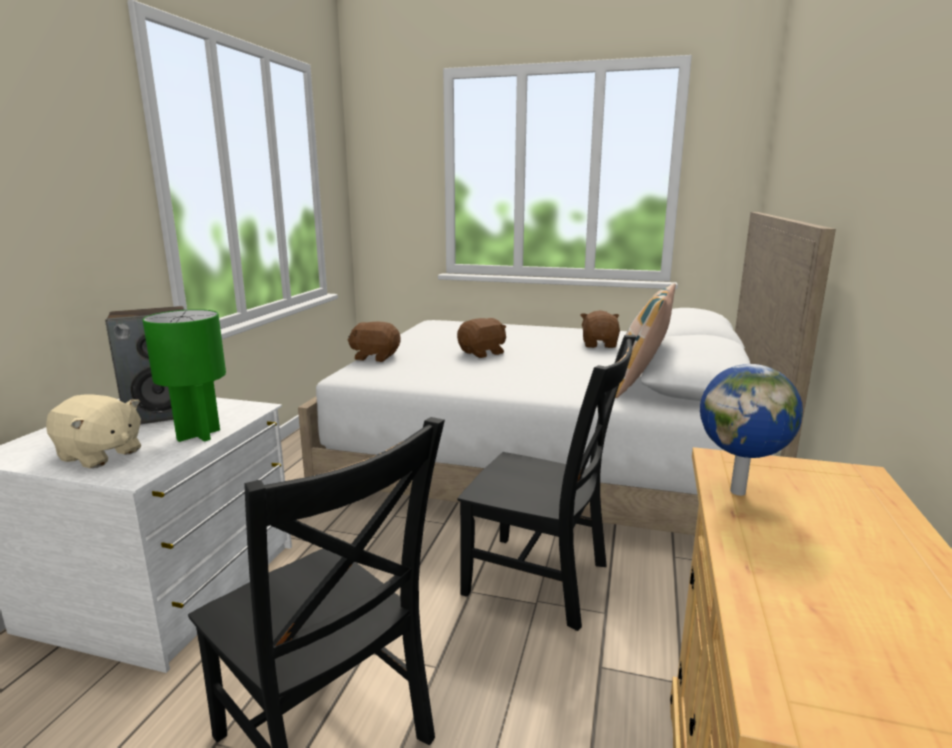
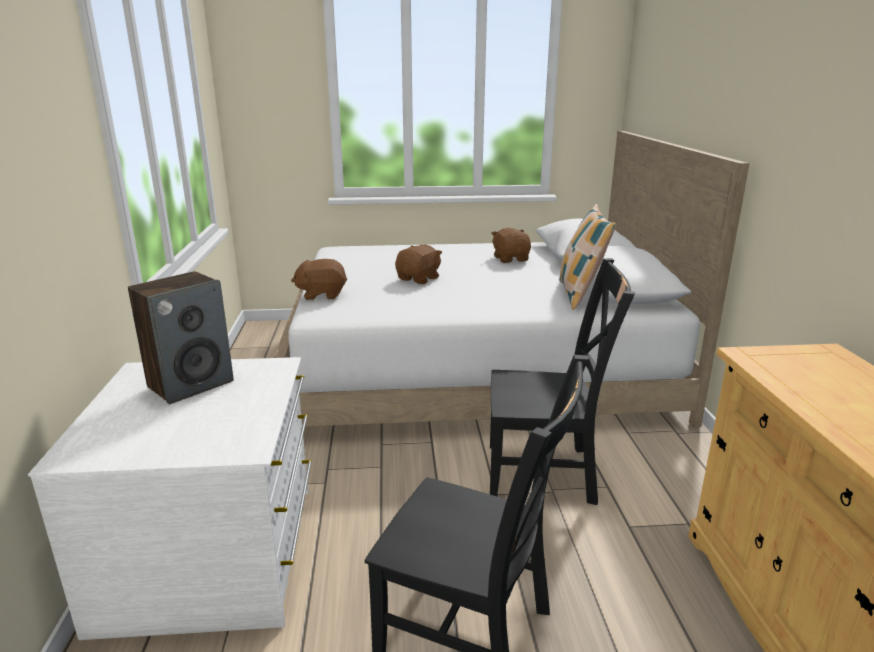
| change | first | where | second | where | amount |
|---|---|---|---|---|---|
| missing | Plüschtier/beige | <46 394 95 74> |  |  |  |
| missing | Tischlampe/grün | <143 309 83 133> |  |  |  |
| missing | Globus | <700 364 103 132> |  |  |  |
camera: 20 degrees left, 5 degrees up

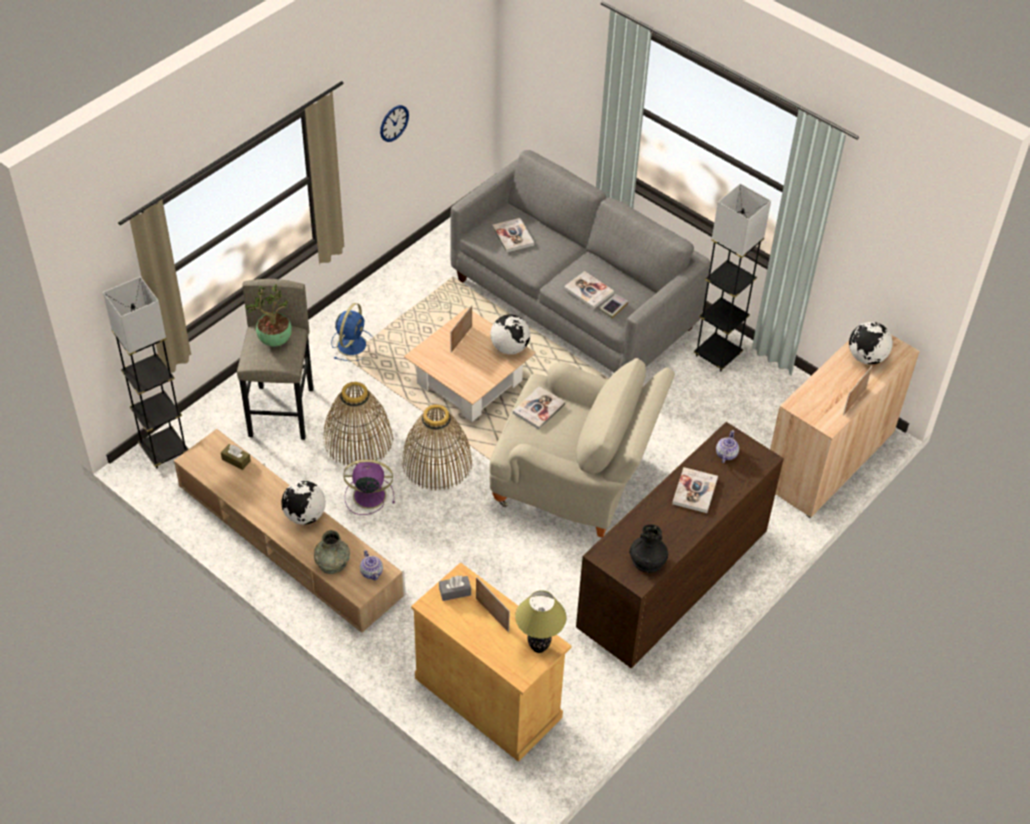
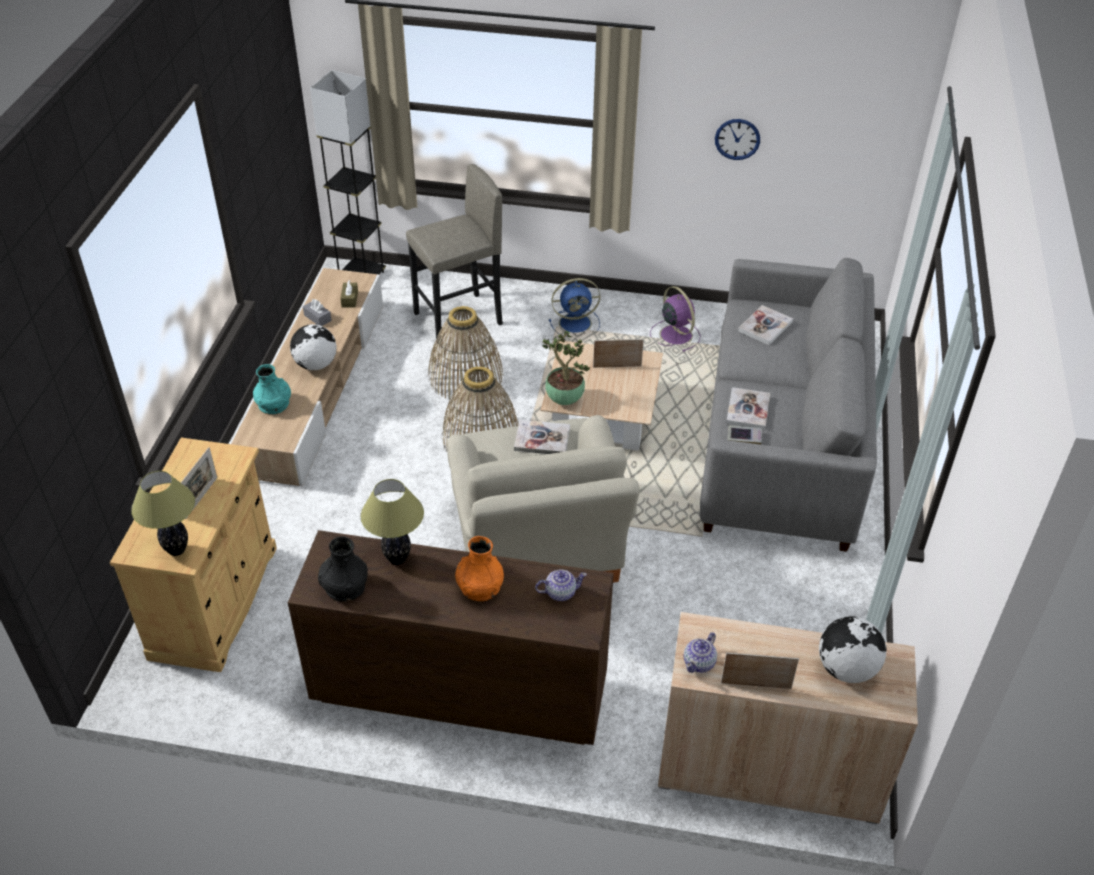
| change | first | where | second | where | amount |
|---|---|---|---|---|---|
| missing | Globus | <490 314 40 41> |  |  |  |
| missing | Stehlampe/schwarz | <694 183 77 189> |  |  |  |
| appeared |  |  | Tischlampe | <361 479 63 86> |  |
| relocated | Topfpflanze | <245 284 47 63> |  | <543 331 48 74> |  |
| relocated | Ventilator/lila | <343 459 52 56> |  | <650 286 51 66> |  |
| relocated | Teekanne | <360 550 23 31> |  | <684 632 33 41> |  |
| relocated | Taschentuchbox/grau | <439 576 32 25> |  | <303 299 29 27> |  |
| exchanged | Buch | <672 467 46 46> | Vase/orange | <455 536 49 65> |  |
| colour | Vase/grau | <314 530 36 44> | Vase/türkis | <253 364 38 50> |  |
camera: 60 degrees right, 5 degrees down

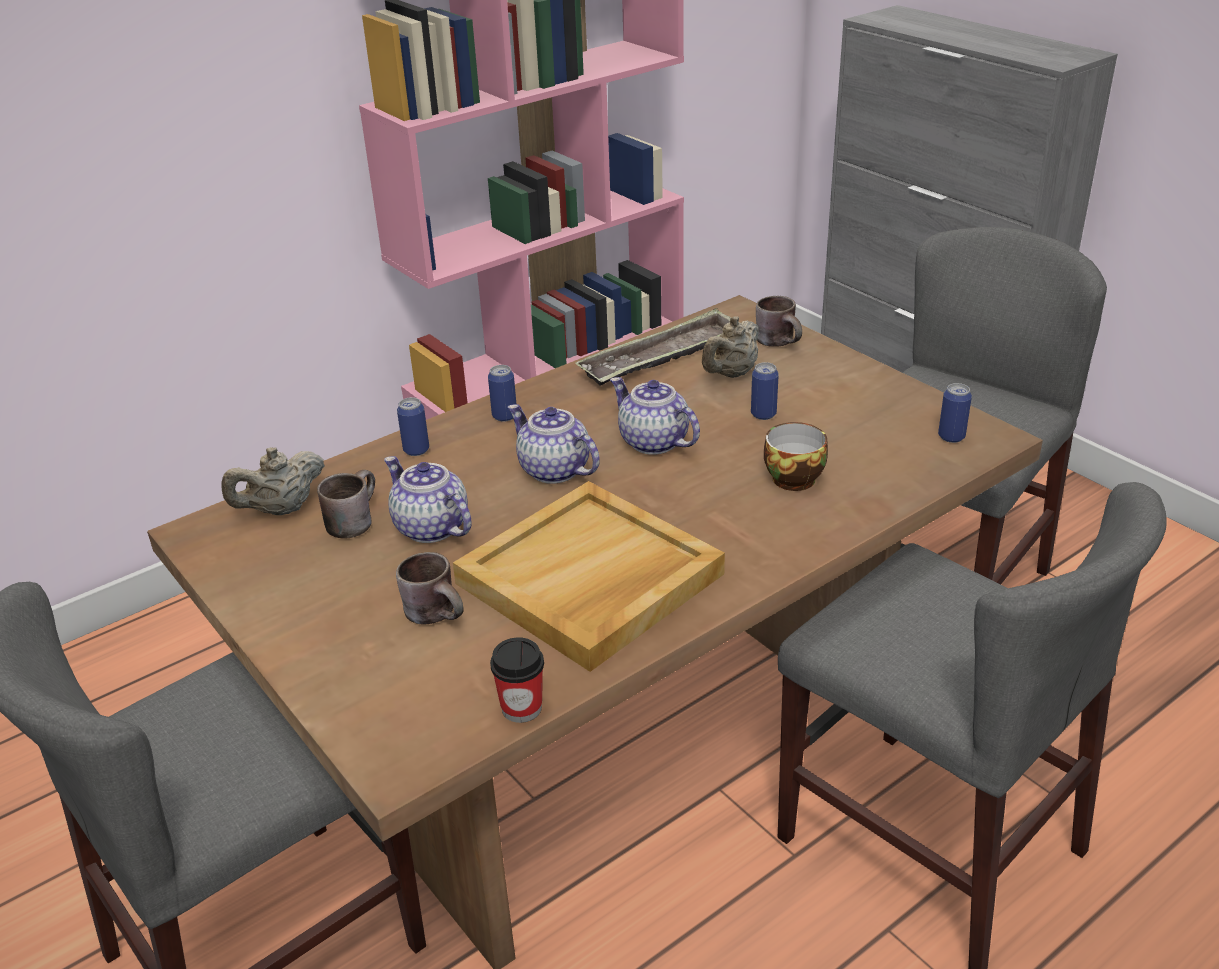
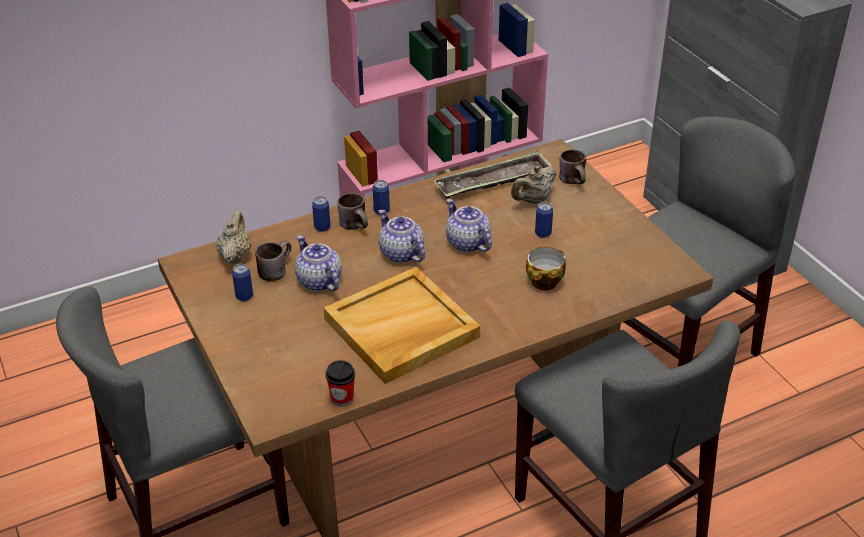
| change | first | where | second | where | amount |
|---|---|---|---|---|---|
| relocated | Henkelbecher/braun | <396 552 68 72> |  | <337 193 31 37> |  |
| relocated | Dose | <938 383 34 60> |  | <232 264 21 37> |  |
| spun | Teekanne/beige | <222 447 103 68> |  | <216 211 35 53> | 120 degrees clockwise |
camera: 10 degrees right, 5 degrees up

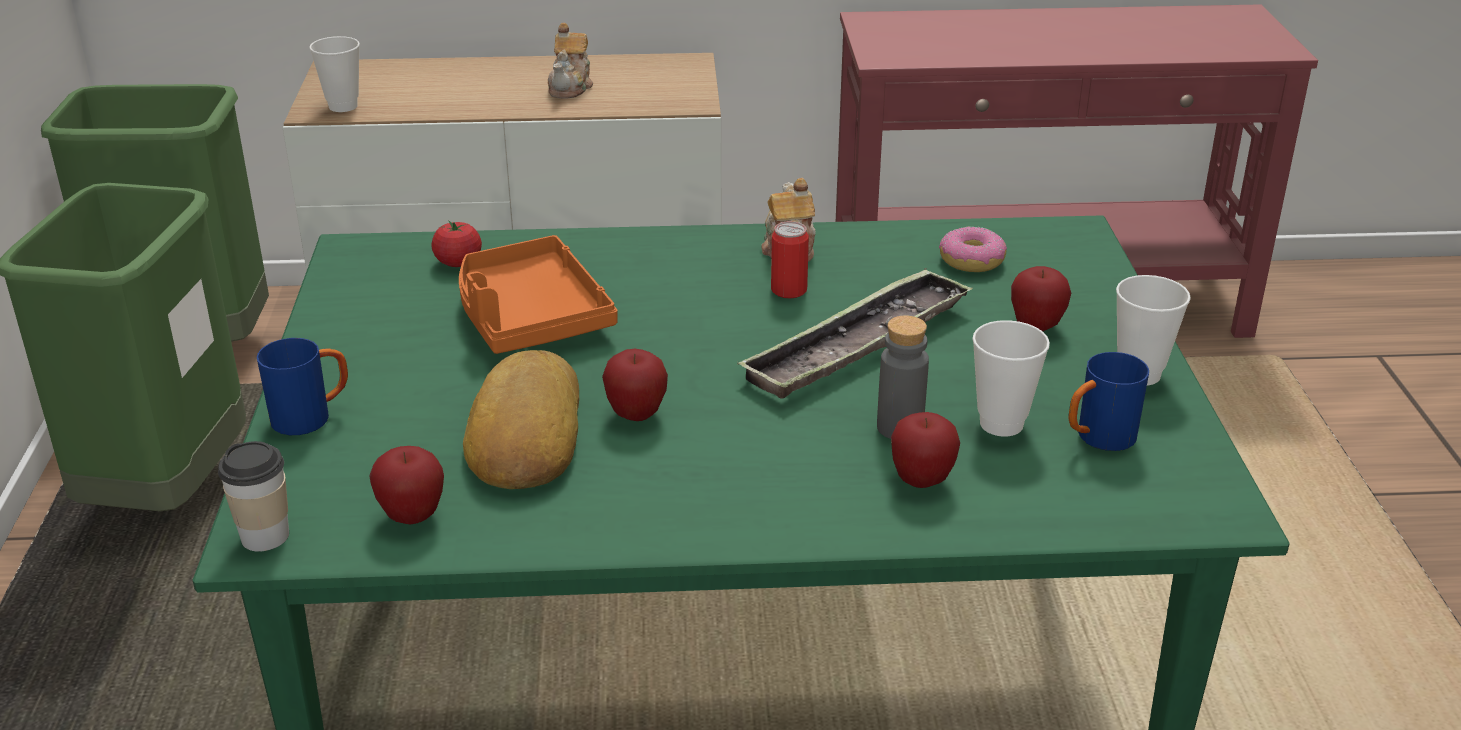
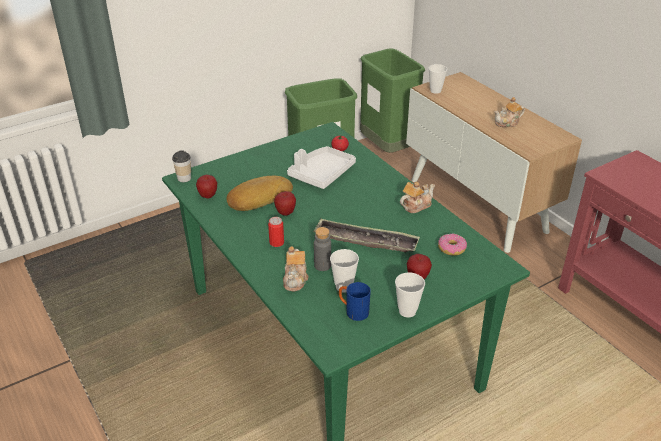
| change | first | where | second | where | amount |
|---|---|---|---|---|---|
| missing | Henkelbecher/blau | <257 338 91 97> |  |  |  |
| relocated | Dose | <771 221 38 78> |  | <268 217 16 30> |  |
| exchanged | Apfel | <891 412 69 76> | Teekanne | <283 246 26 45> |  |
| colour | Tablett/orange | <459 235 159 119> | Tablett/weiß | <287 146 69 43> |  |
camera: 60 degrees right, 5 degrees up

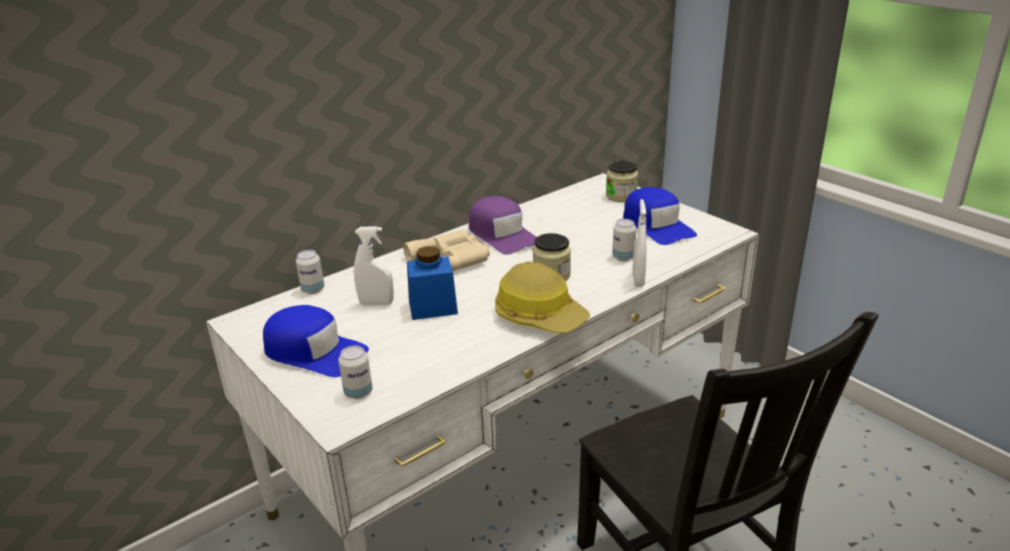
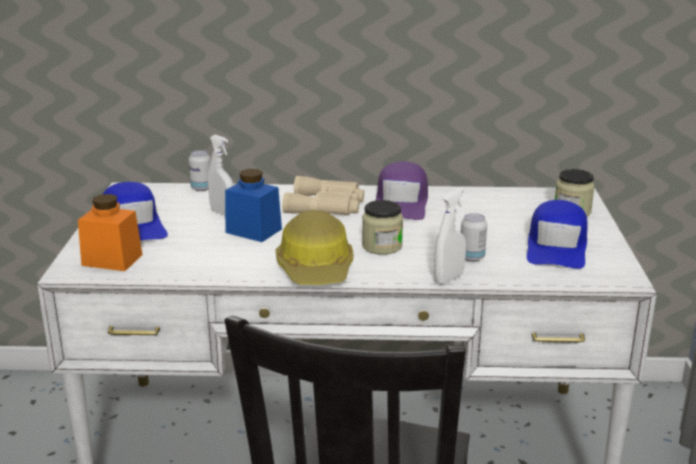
| change | first | where | second | where | amount |
|---|---|---|---|---|---|
| exchanged | Dose | <338 345 35 54> | Vorratsglas/orange | <78 194 65 77> |  |
camera: 40 degrees right, 5 degrees down

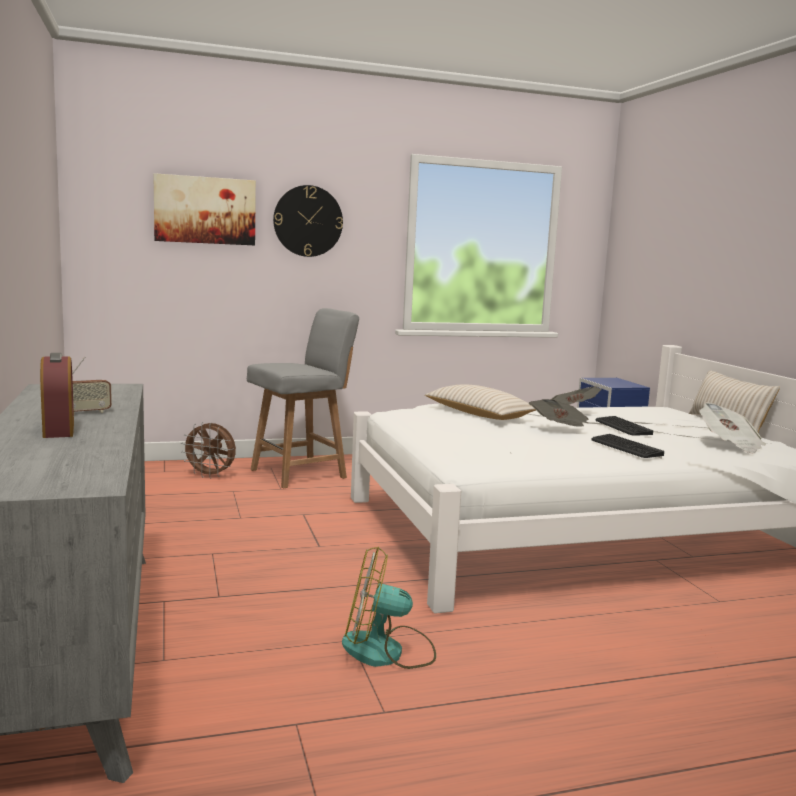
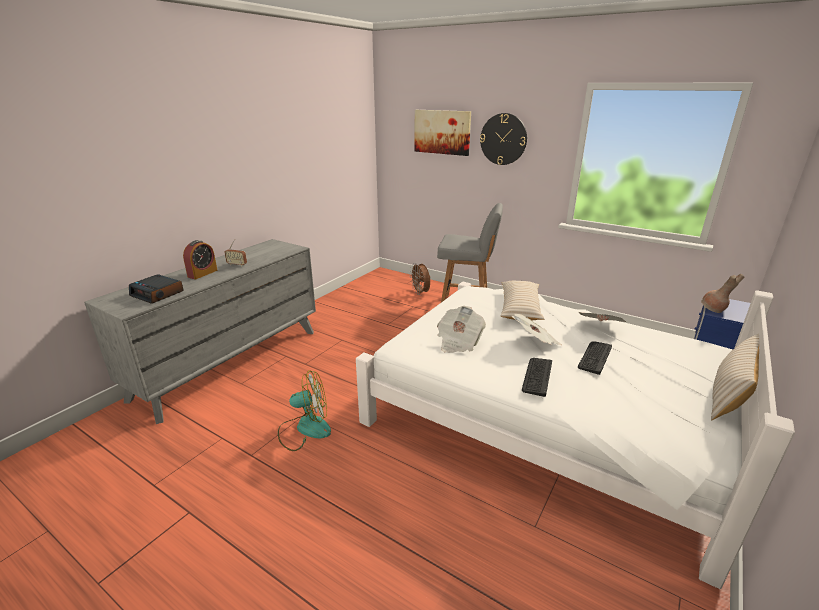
| change | first | where | second | where | amount |
|---|---|---|---|---|---|
| appeared |  |  | Wecker | <129 274 55 30> |  |
| appeared |  |  | Vase/braun | <701 274 43 39> |  |
| relocated | Zeitung | <699 402 67 52> |  | <437 306 49 47> |  |
| spun | Ventilator | <342 547 94 122> |  | <278 370 53 81> | 120 degrees clockwise |
camera: 50 degrees right, 15 degrees up

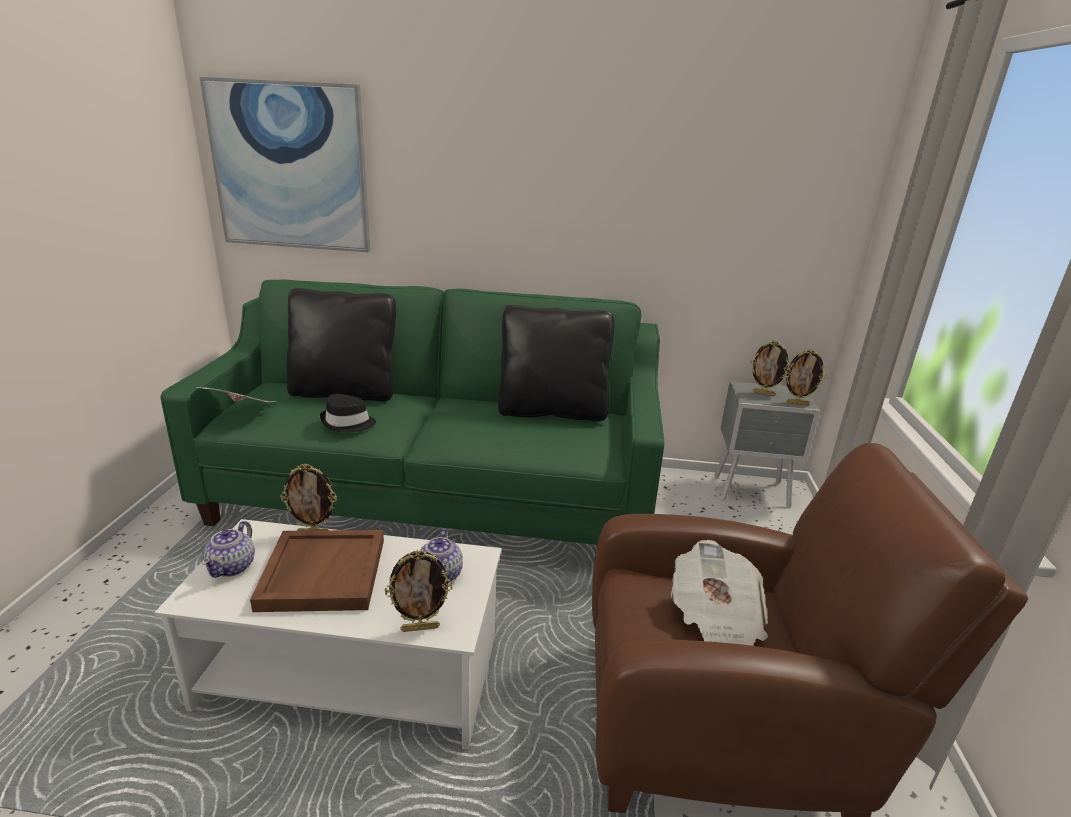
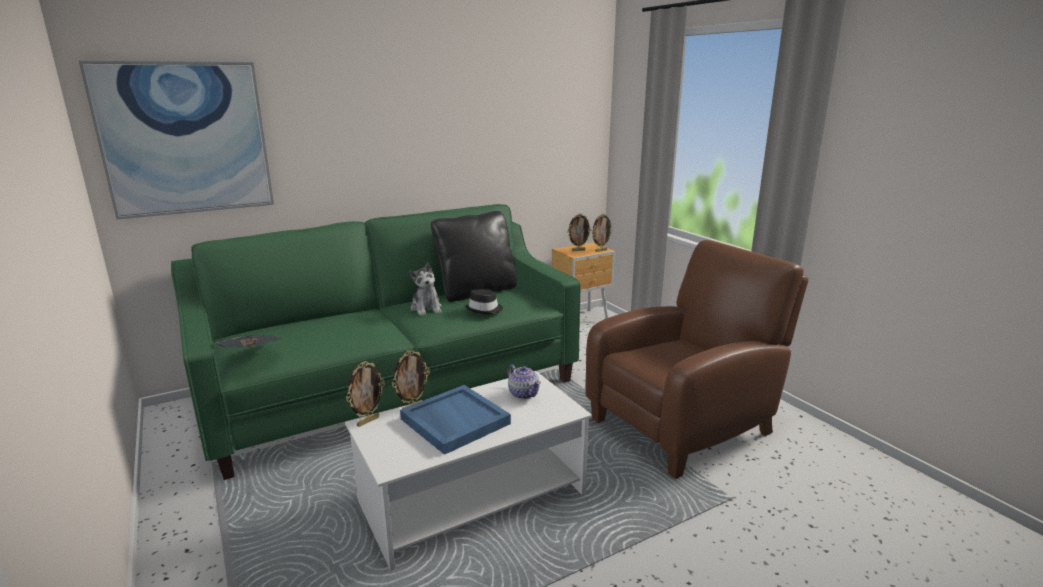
| change | first | where | second | where | amount |
|---|---|---|---|---|---|
| missing | Teekanne | <202 521 53 57> |  |  |  |
| missing | Kissen/schwarz | <286 288 110 114> |  |  |  |
| missing | Zeitung | <671 540 97 106> |  |  |  |
| appeared |  |  | Plüschtier | <409 262 33 54> |  |
| relocated | Hut/schwarz | <320 394 56 38> |  | <465 289 38 25> |  |
| relocated | Bilderrahmen | <385 550 68 82> |  | <346 361 39 66> |  |
| colour | Tablett/braun | <250 530 134 82> | Tablett/blau | <400 385 111 70> |  |
| colour | Nachttisch/grau | <714 381 106 127> | Nachttisch/braun | <552 242 63 77> |  |
camera: 35 degrees left, 5 degrees down

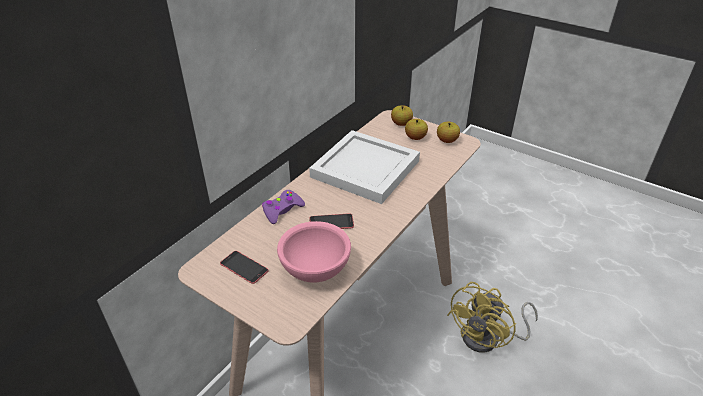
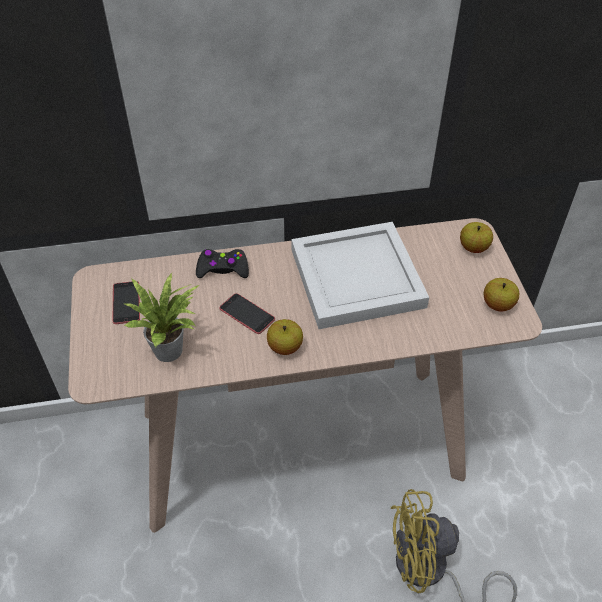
| change | first | where | second | where | amount |
|---|---|---|---|---|---|
| relocated | Apfel | <405 119 23 21> |  | <267 319 36 36> |  |
| exchanged | Schüssel/rosa | <277 221 74 62> | Topfpflanze | <124 272 75 90> |  |
| colour | Gamepad/lila | <262 190 43 34> | Gamepad/schwarz | <196 249 53 29> |  |
camera: 45 degrees right, 10 degrees up

